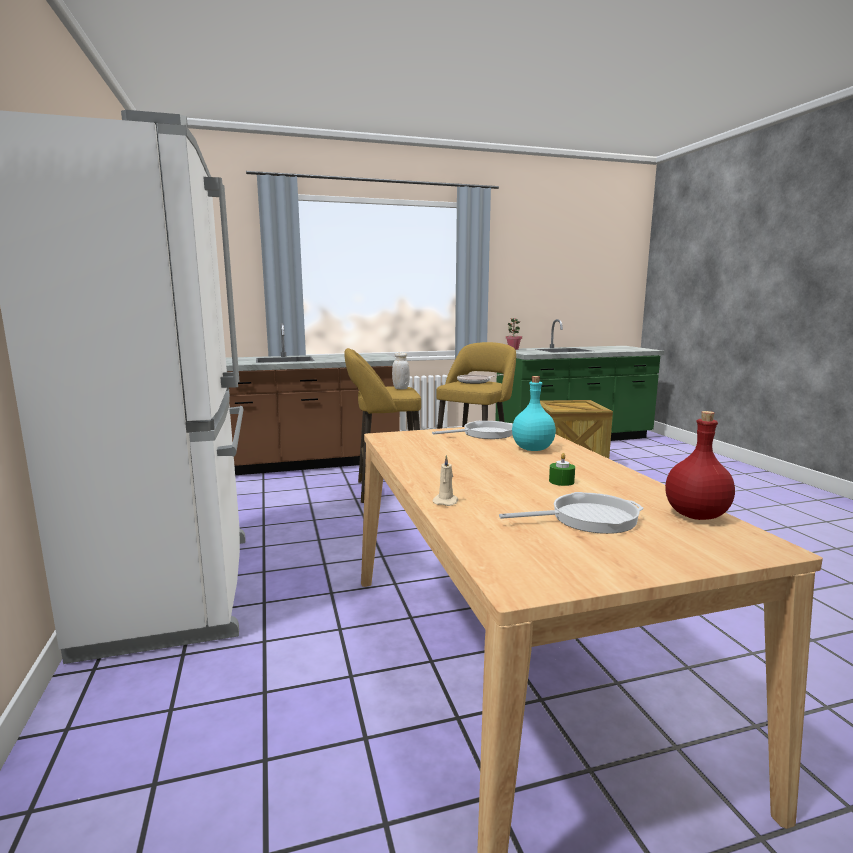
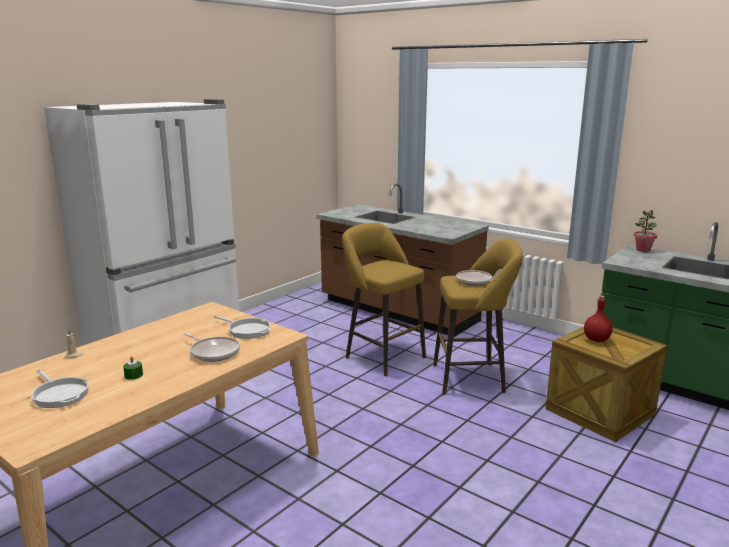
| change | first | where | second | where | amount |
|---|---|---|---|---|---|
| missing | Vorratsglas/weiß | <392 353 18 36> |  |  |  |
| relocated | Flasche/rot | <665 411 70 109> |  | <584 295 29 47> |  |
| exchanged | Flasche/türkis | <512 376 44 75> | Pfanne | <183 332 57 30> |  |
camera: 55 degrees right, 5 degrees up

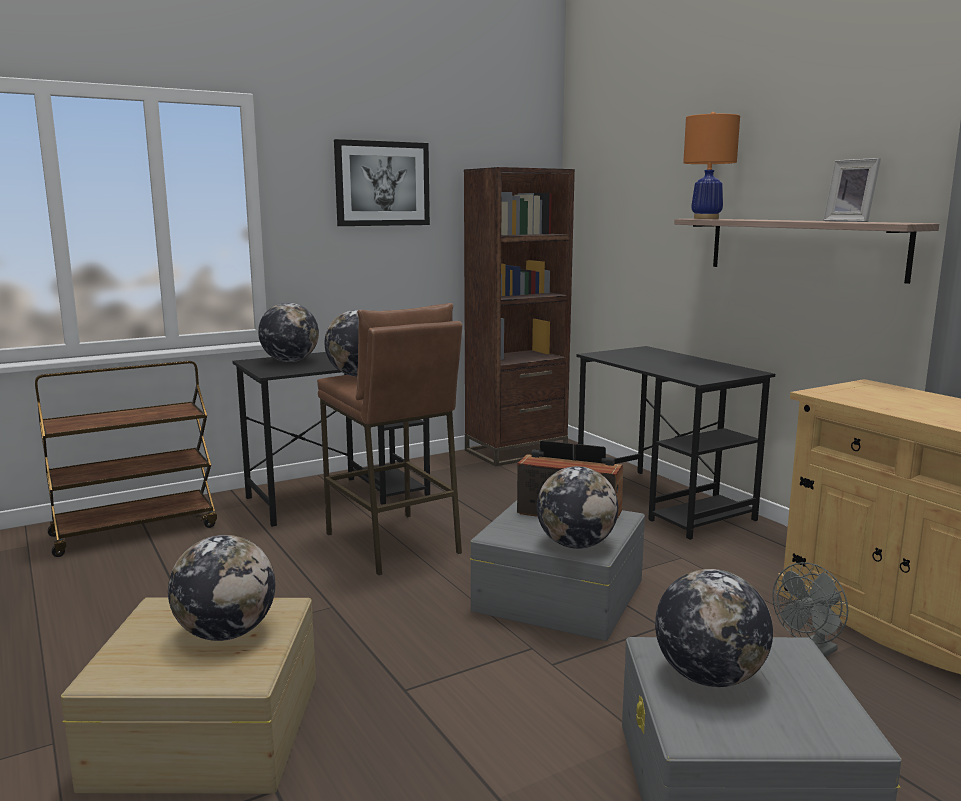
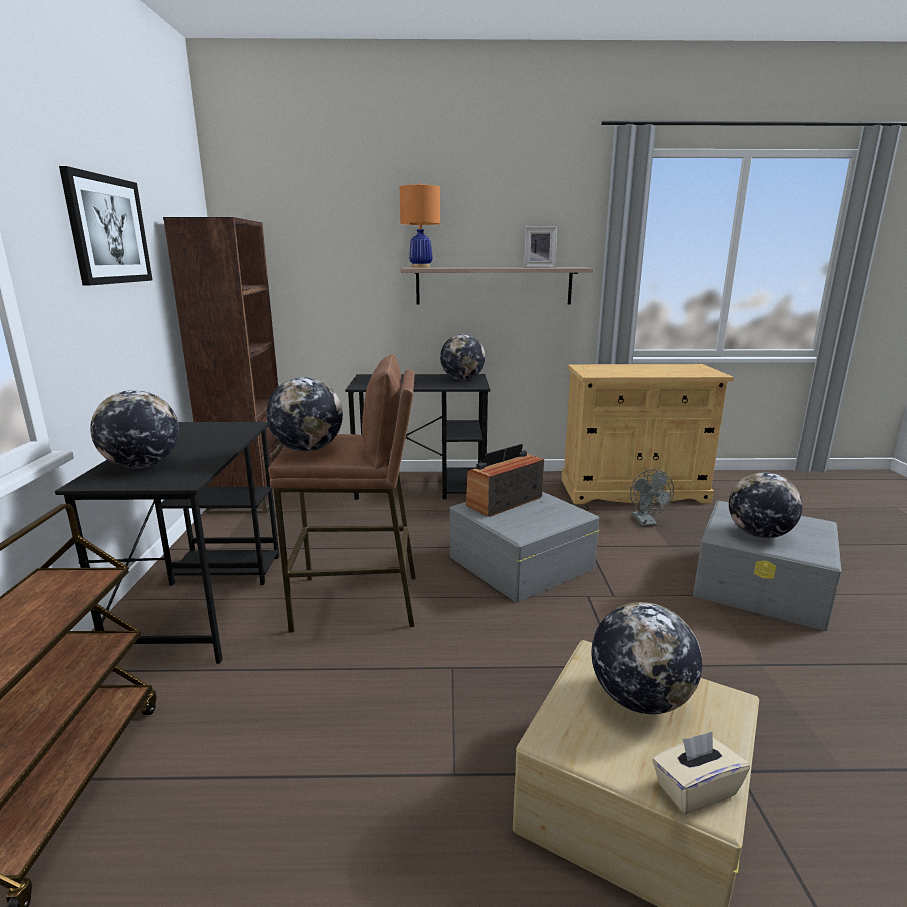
| change | first | where | second | where | amount |
|---|---|---|---|---|---|
| appeared |  |  | Taschentuchbox/beige | <652 731 98 83> |  |
| relocated | Globus | <537 466 81 83> |  | <440 334 45 46> |  |
camera: 60 degrees left, 5 degrees up

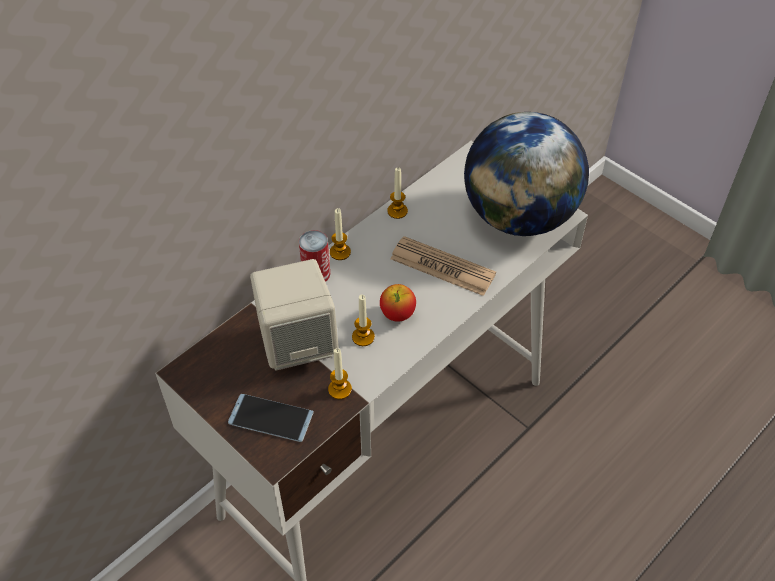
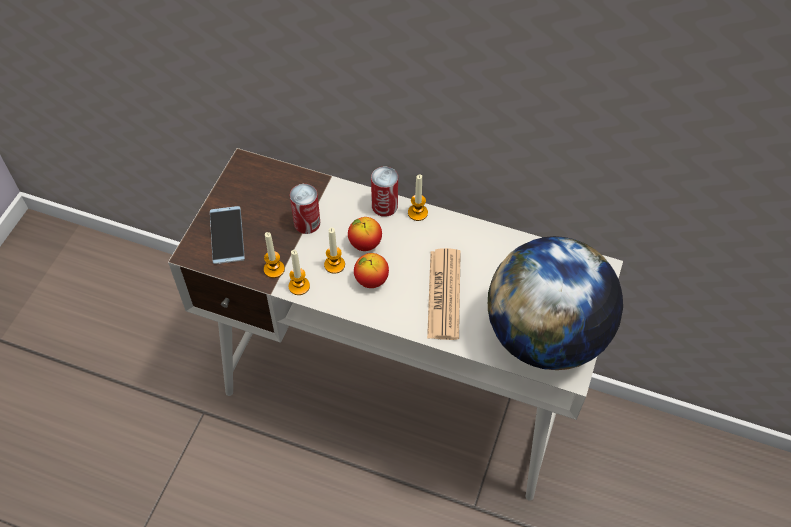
| change | first | where | second | where | amount |
|---|---|---|---|---|---|
| appeared |  |  | Apfel | <348 217 34 34> |  |
| relocated | Kerze | <387 168 21 51> |  | <289 250 21 45> |  |
| exchanged | Lautsprecher/beige | <250 259 89 111> | Dose | <290 184 30 50> |  |
camera: 65 degrees right, 5 degrees up

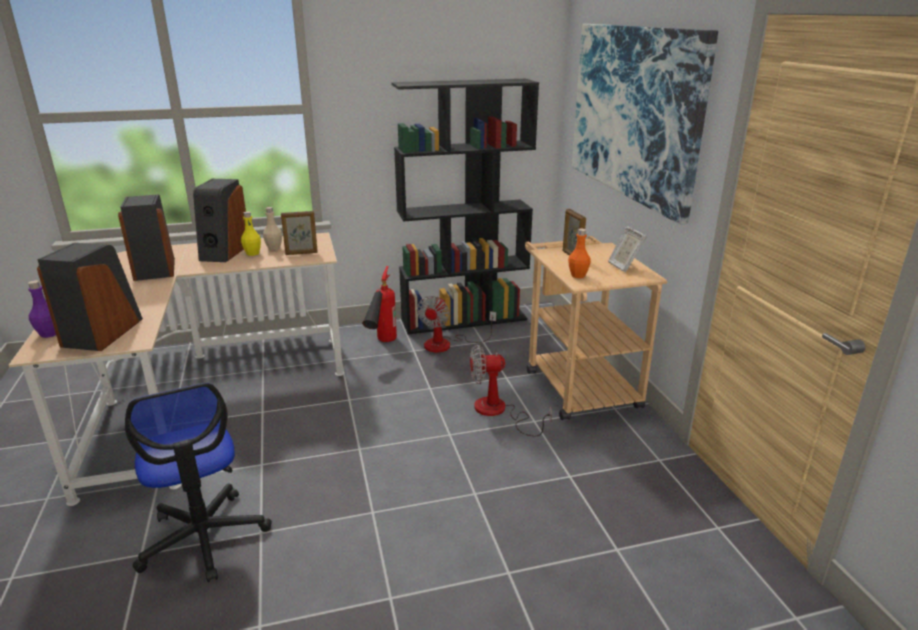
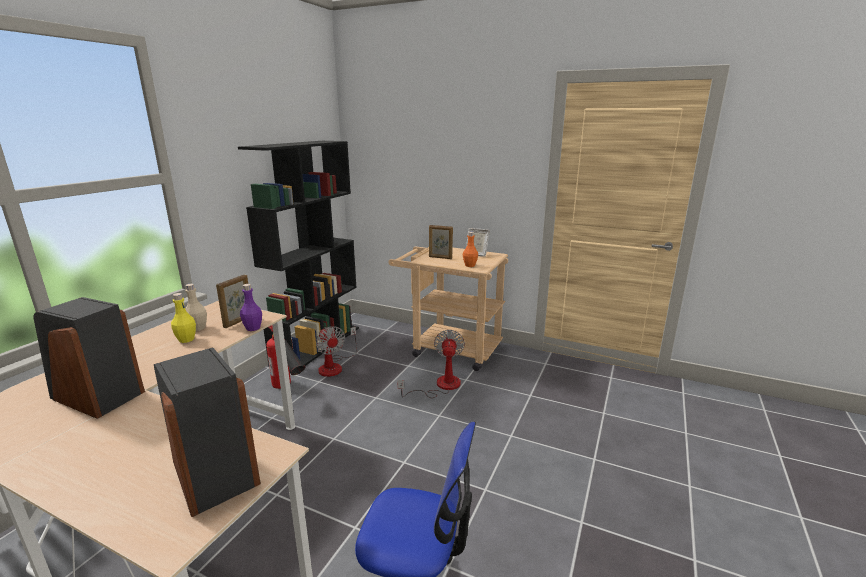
| change | first | where | second | where | amount |
|---|---|---|---|---|---|
| missing | Lautsprecher | <193 179 53 83> |  |  |  |
| missing | Bild | <572 24 146 201> |  |  |  |
| relocated | Flasche/lila | <28 280 28 58> |  | <240 284 22 47> |  |
| spun | Ventilator | <470 344 82 92> |  | <397 330 68 68> | 150 degrees clockwise |
camera: 50 degrees left, 5 degrees down

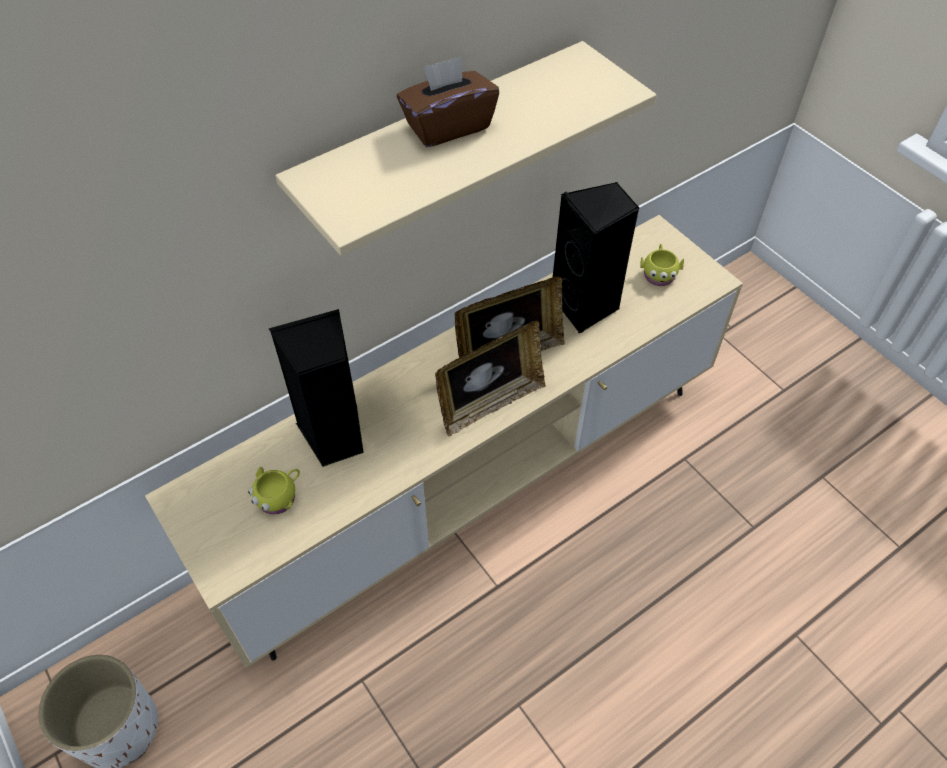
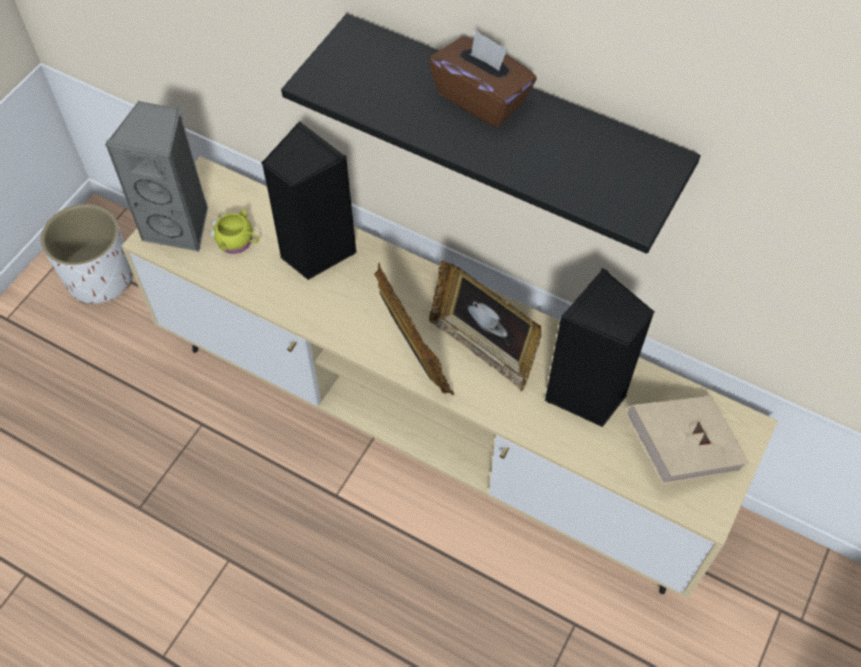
| change | first | where | second | where | amount |
|---|---|---|---|---|---|
| appeared |  |  | Lautsprecher/grau | <105 101 103 151> |  |
| exchanged | Henkelbecher/gelb | <640 244 44 42> | Buch/beige | <626 396 123 88> |  |
| colour | Wandregal/beige | <275 41 382 214> | Wandregal/schwarz | <281 14 419 240> |  |
| spun | Bilderrahmen | <435 321 111 115> |  | <374 262 80 133> | 150 degrees counterclockwise |
camera: 65 degrees right, 5 degrees up

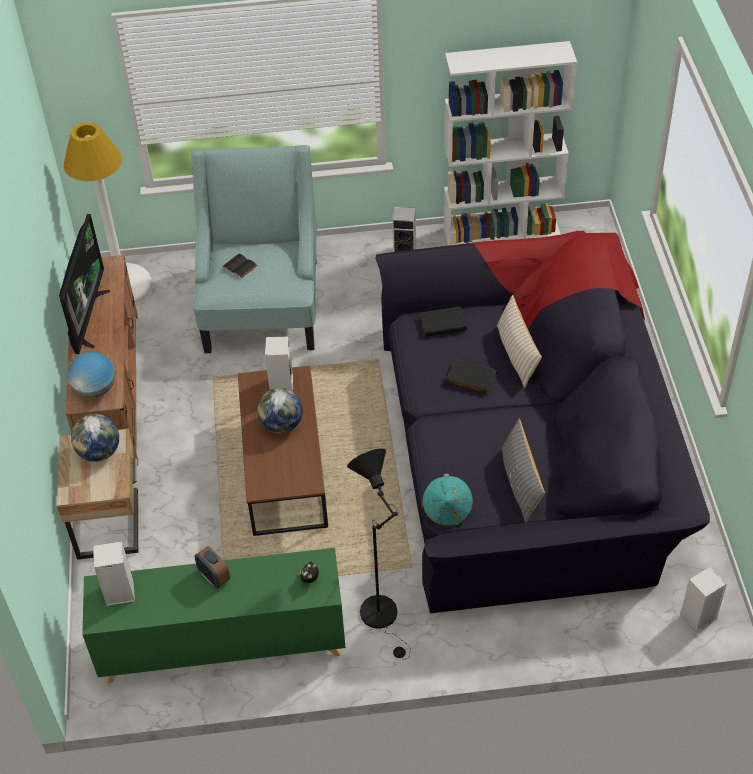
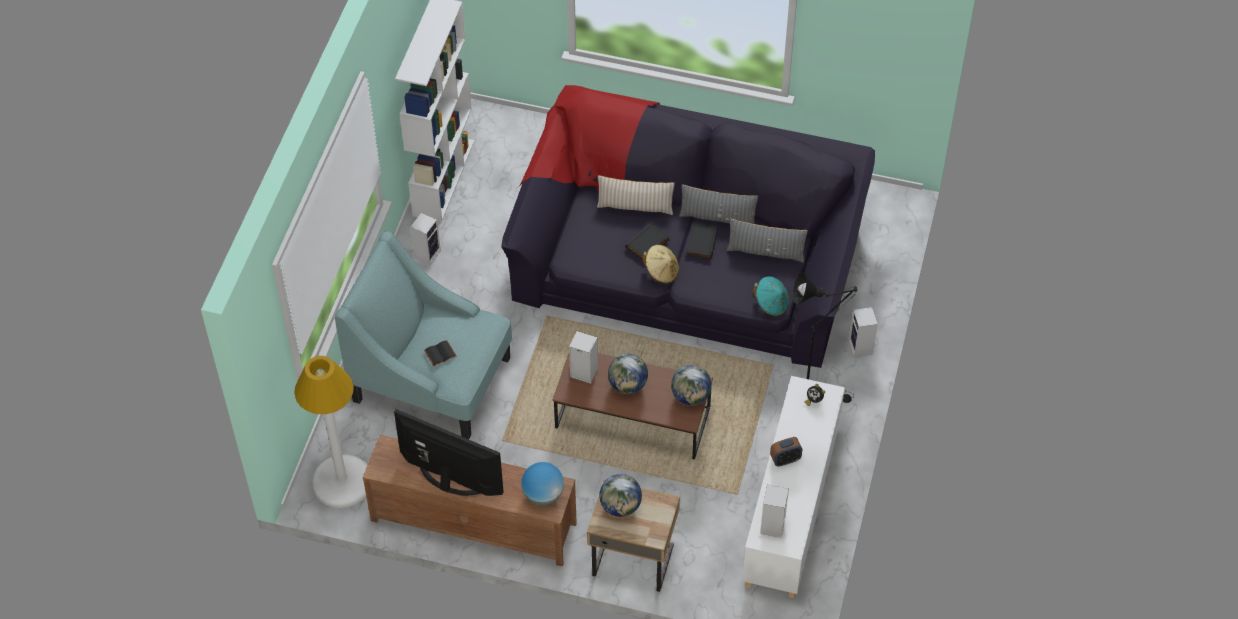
| change | first | where | second | where | amount |
|---|---|---|---|---|---|
| appeared |  |  | Hut/beige | <643 245 36 39> |  |
| appeared |  |  | Globus | <671 365 41 41> |  |
| appeared |  |  | Kissen/grau | <679 184 79 40> |  |
| relocated | Buch/schwarz | <419 306 48 31> |  | <686 223 32 37> |  |
| relocated | Lautsprecher | <680 567 47 65> |  | <849 307 29 50> |  |
| colour | Schrank/grün | <82 548 264 136> | Schrank/weiß | <742 376 103 222> |  |
camera: 70 degrees left, 5 degrees up

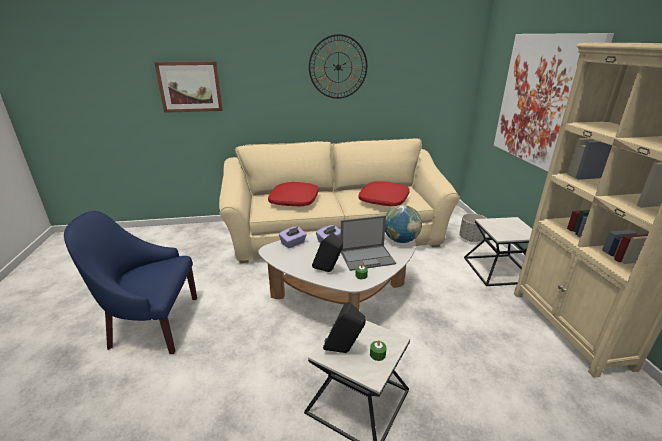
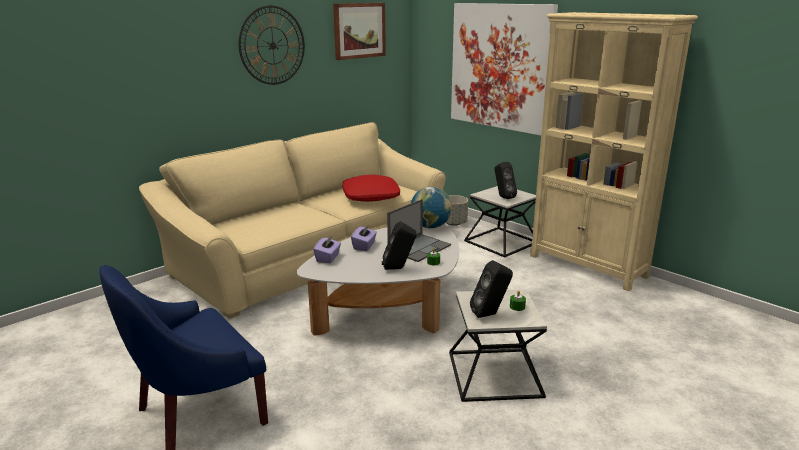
| change | first | where | second | where | amount |
|---|---|---|---|---|---|
| missing | Kissen/rot | <268 182 51 24> |  |  |  |
| appeared |  |  | Lautsprecher/schwarz | <494 162 23 37> |  |
| relocated | Bild | <154 61 69 52> |  | <333 3 53 57> |  |
camera: 35 degrees left, 5 degrees down

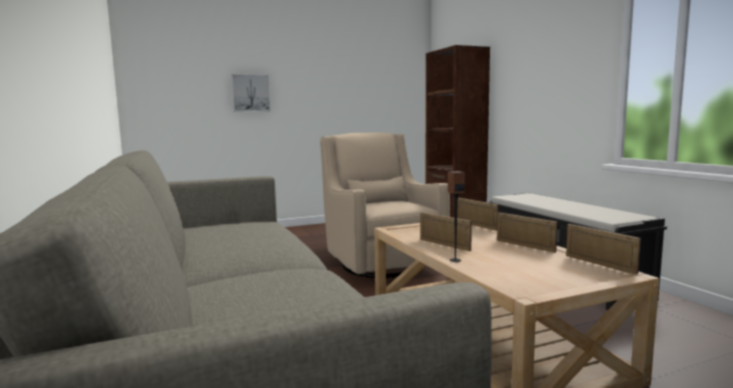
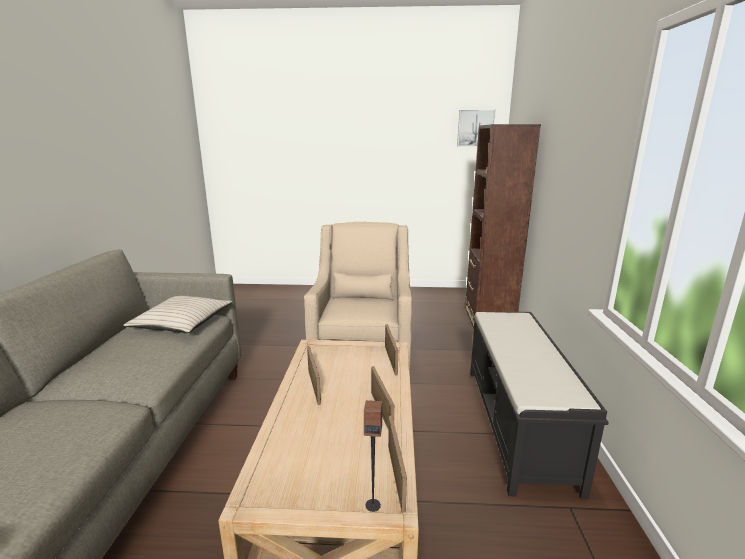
| change | first | where | second | where | amount |
|---|---|---|---|---|---|
| appeared |  |  | Kissen/beige | <123 296 110 37> |  |
| relocated | Bild | <231 74 40 37> |  | <457 110 39 37> |  |
| relocated | Lautsprecher | <448 171 17 91> |  | <364 400 18 112> |  |
camera: 25 degrees right, 10 degrees up

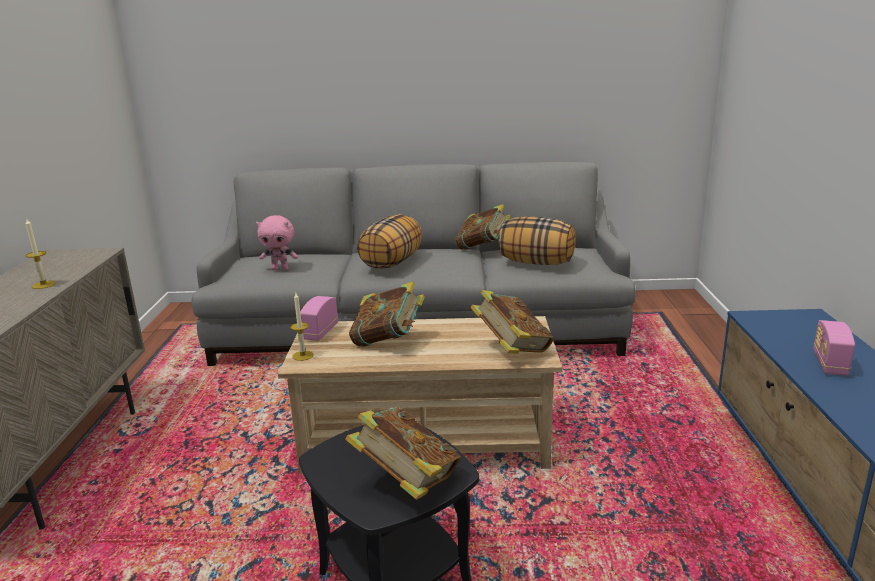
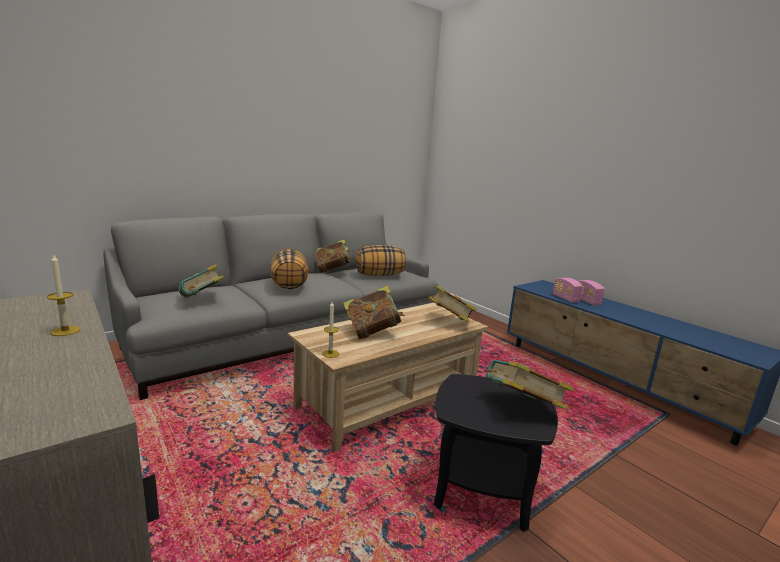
| change | first | where | second | where | amount |
|---|---|---|---|---|---|
| relocated | Radio | <300 296 38 45> |  | <553 278 30 25> |  |
| exchanged | Plüschtier/rosa | <256 215 42 55> | Buch | <179 264 45 34> |  |
camera: 40 degrees left, 5 degrees down

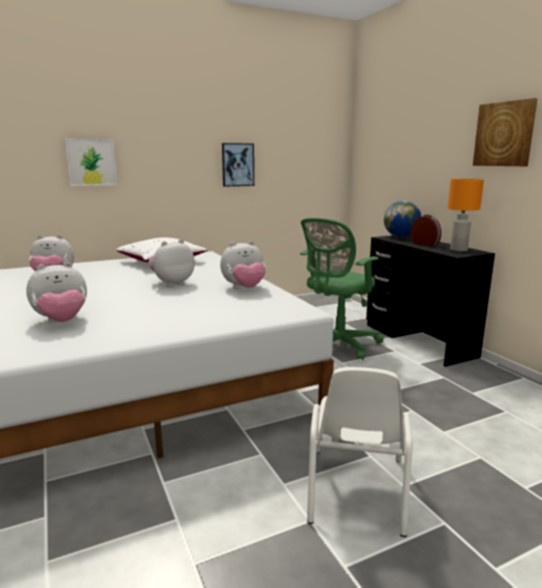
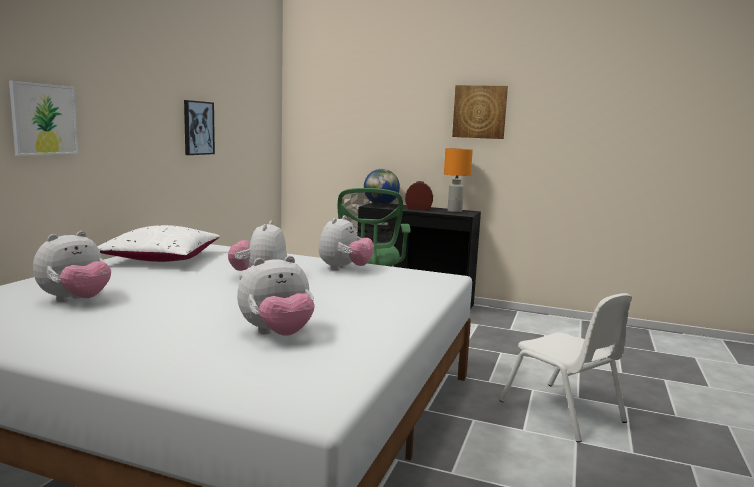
| change | first | where | second | where | amount |
|---|---|---|---|---|---|
| spun | Plüschtier | <26 262 61 60> |  | <237 256 78 80> | 45 degrees clockwise |
camera: 45 degrees left, 5 degrees down

